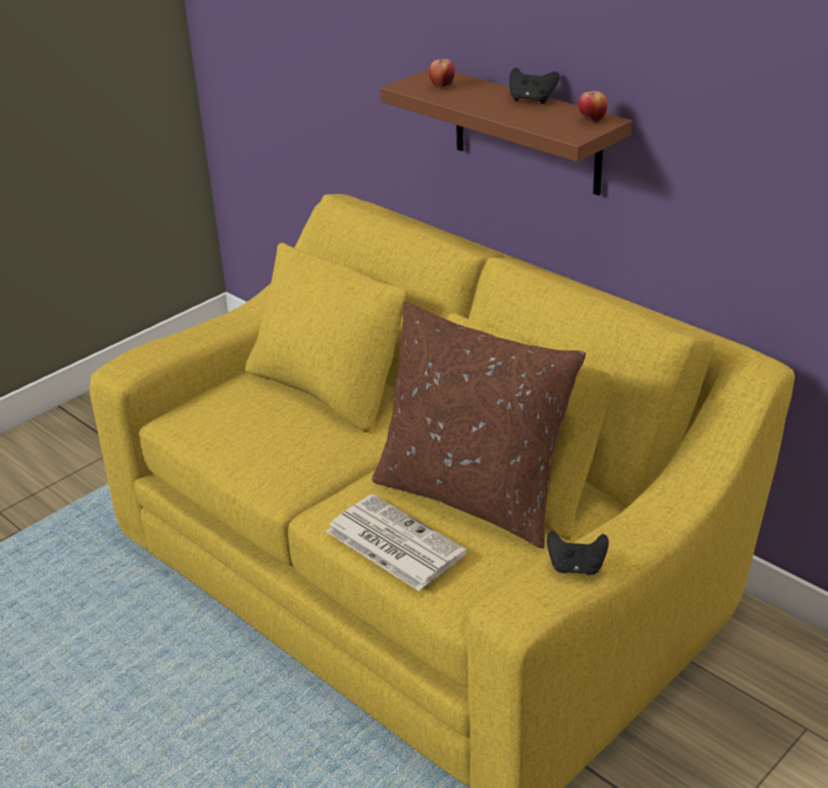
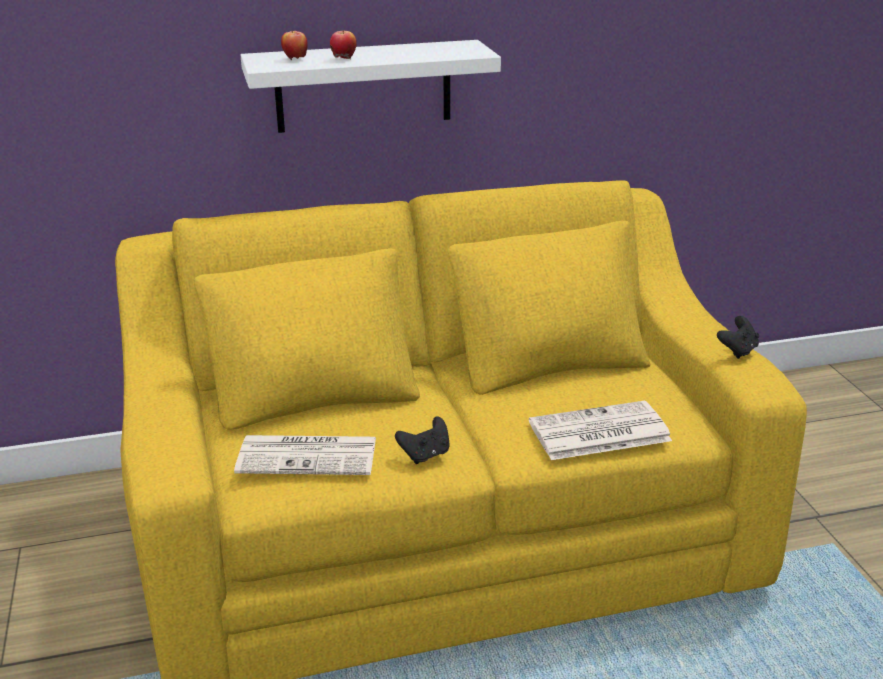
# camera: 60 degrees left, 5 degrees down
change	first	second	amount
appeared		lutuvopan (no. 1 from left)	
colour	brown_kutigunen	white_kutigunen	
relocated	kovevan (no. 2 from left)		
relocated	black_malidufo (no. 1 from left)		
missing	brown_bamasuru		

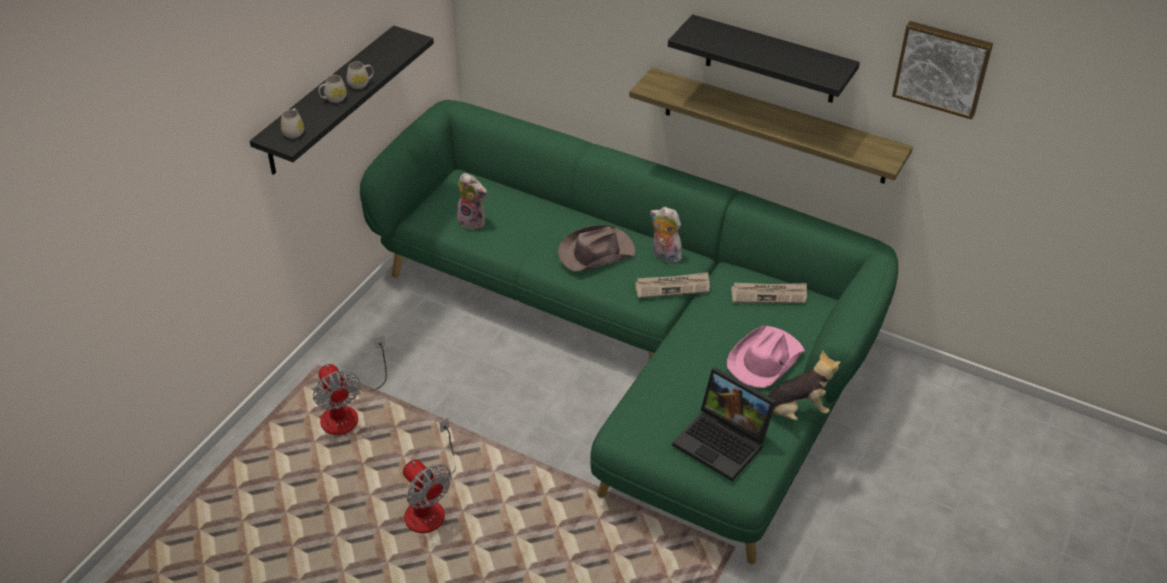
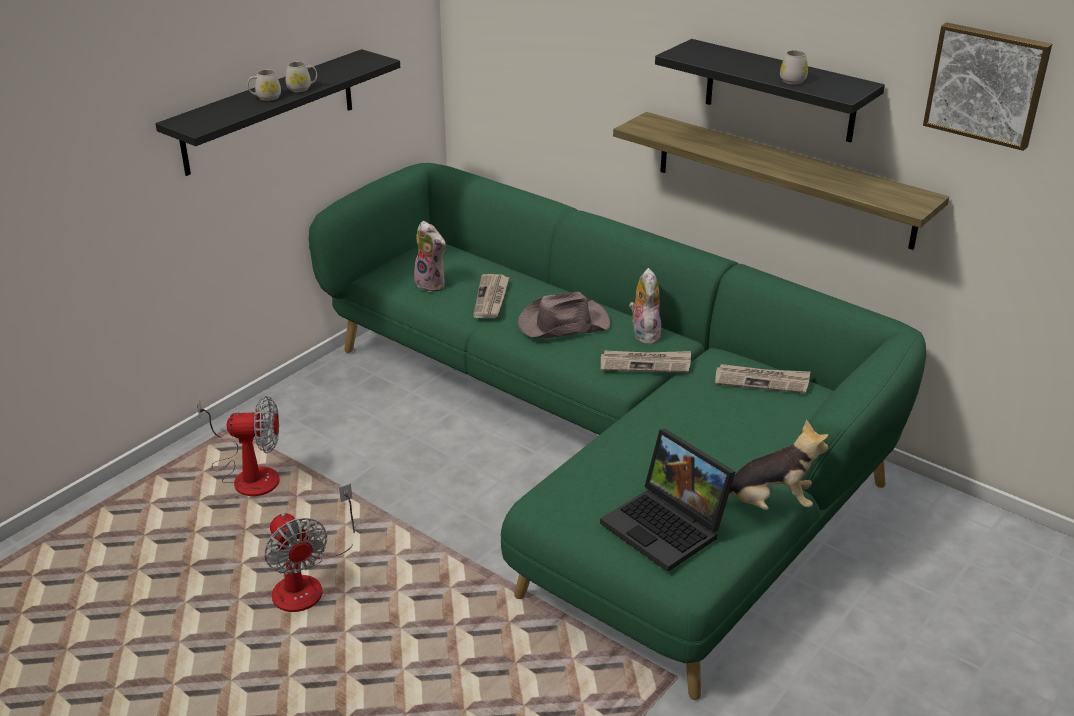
# camera: 10 degrees right, 10 degrees down
change	first	second	amount
spun	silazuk (no. 1 from left)		75 degrees counterclockwise
appeared		lutuvopan (no. 1 from left)	
spun	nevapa (no. 2 from left)		45 degrees clockwise
relocated	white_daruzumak (no. 1 from left in the first image)	white_daruzumak (no. 3 from left)	
missing	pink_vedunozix		

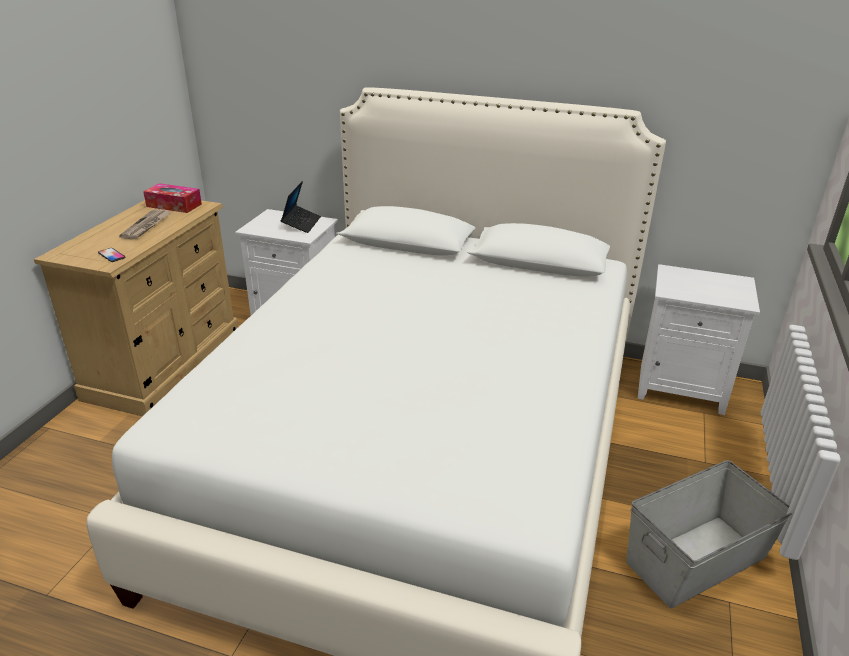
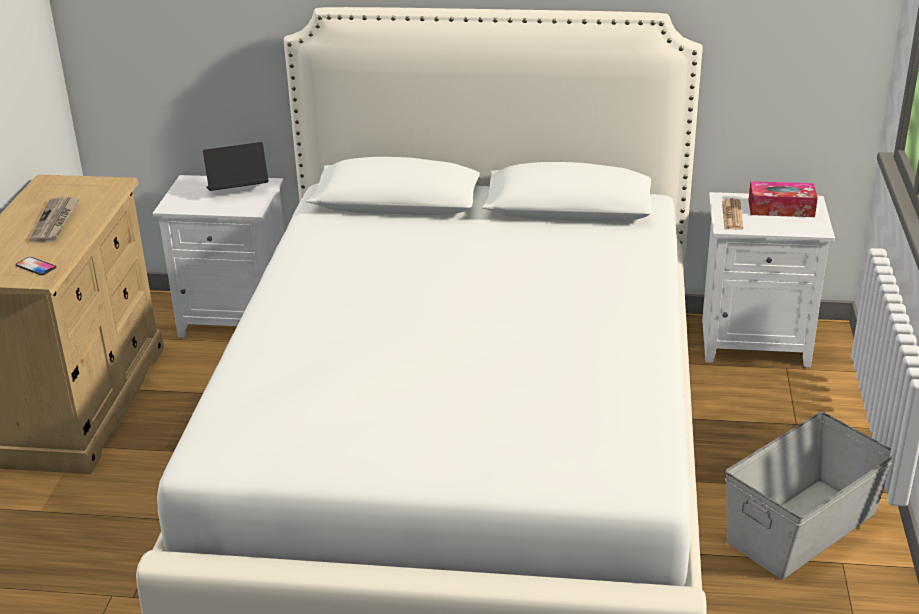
# camera: 10 degrees left, 0 degrees up
change	first	second	amount
spun	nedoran		105 degrees counterclockwise
appeared		lutuvopan (no. 2 from left)	
relocated	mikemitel		

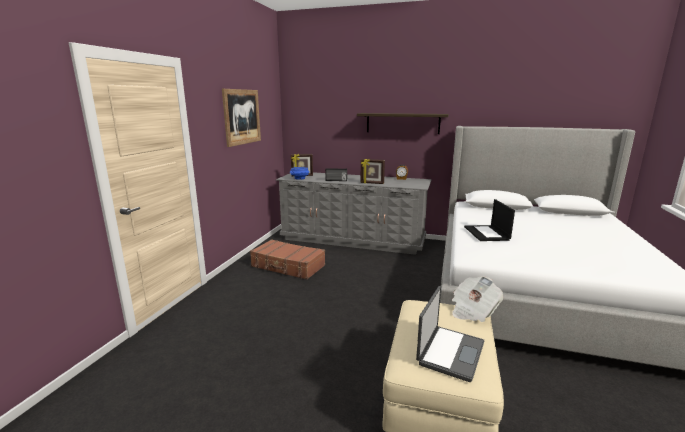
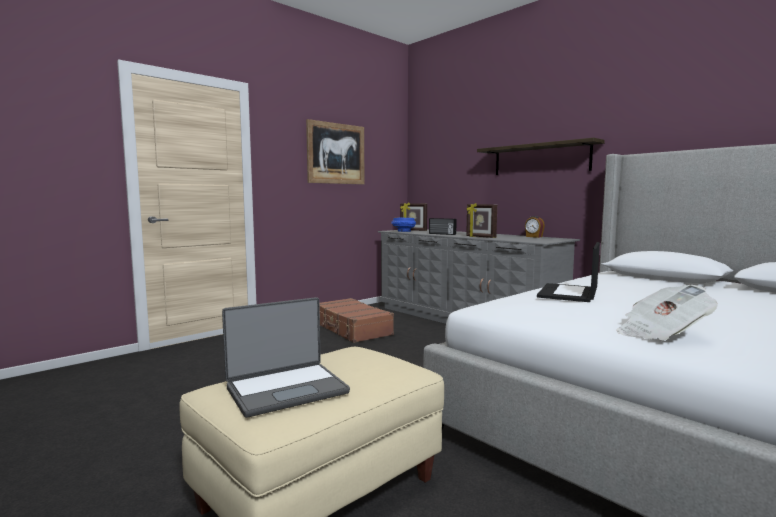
# camera: 30 degrees right, 10 degrees down
change	first	second	amount
relocated	lutuvopan		

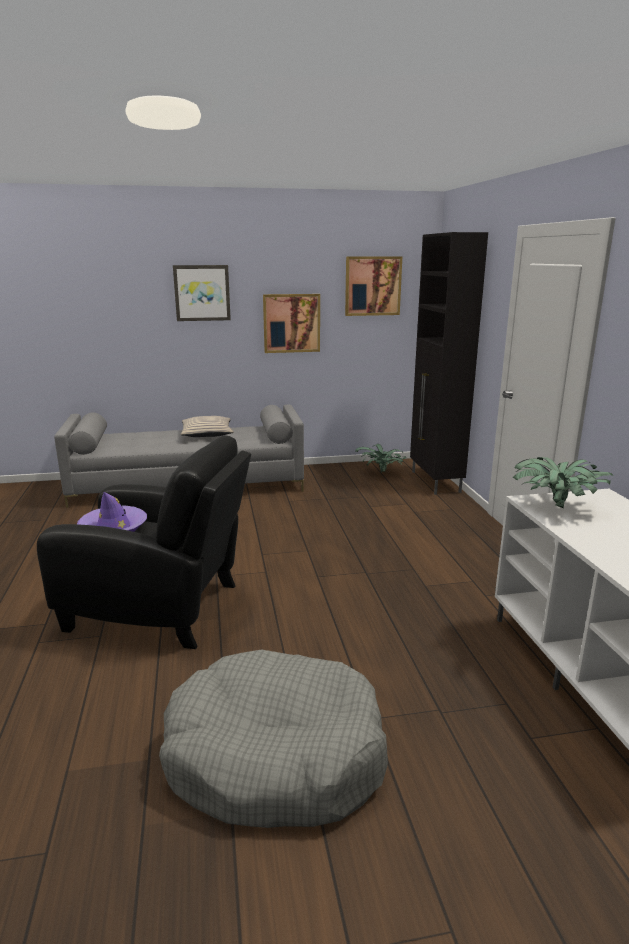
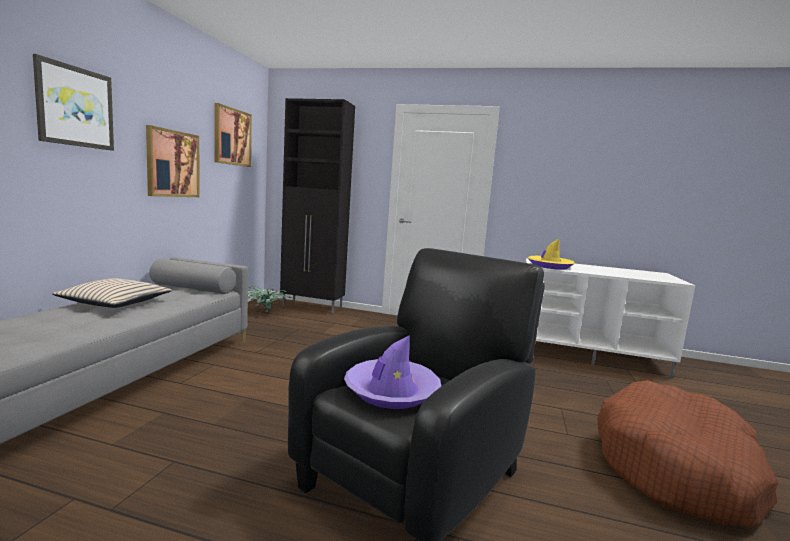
# camera: 65 degrees left, 10 degrees down
change	first	second	amount
exchanged	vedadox (no. 2 from left)	yellow_vedunozix	
colour	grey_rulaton	brown_rulaton	

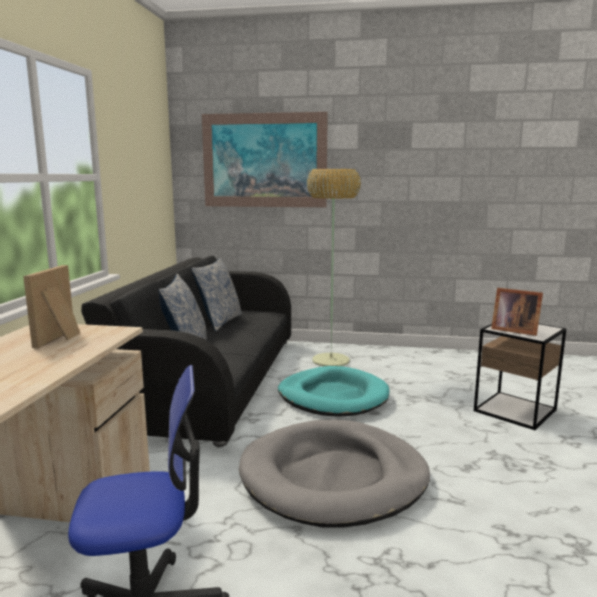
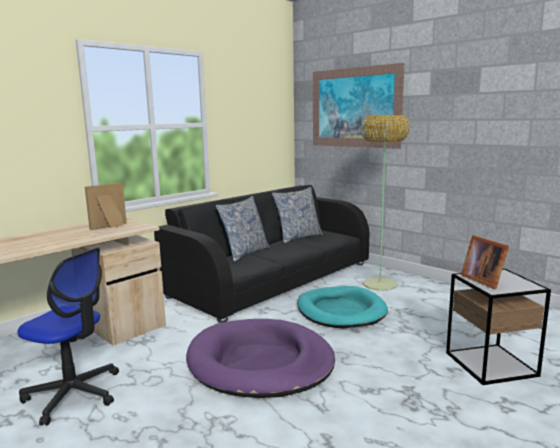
# camera: 35 degrees right, 0 degrees up
change	first	second	amount
colour	grey_rulaton	purple_rulaton	

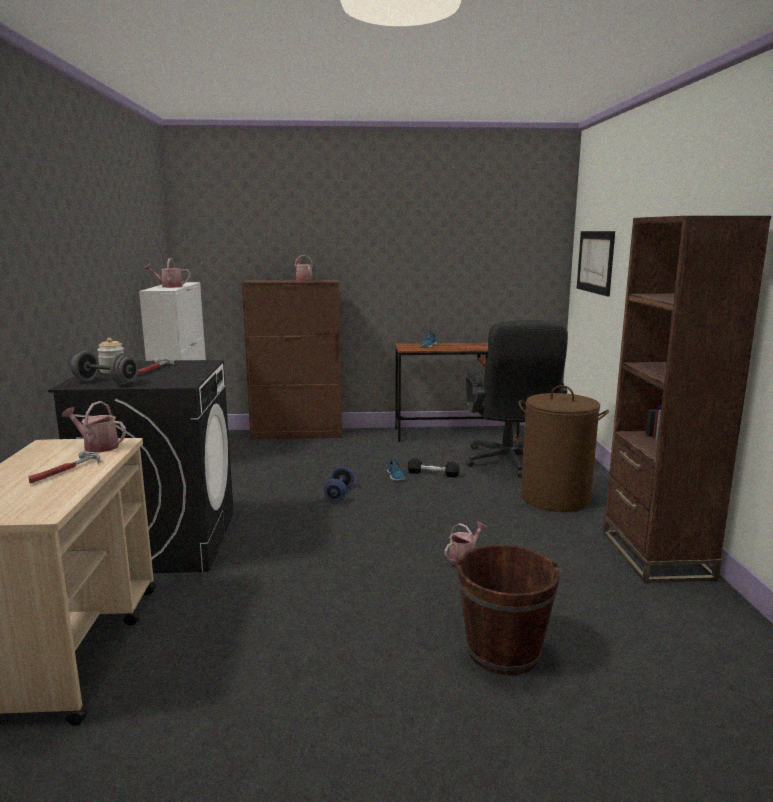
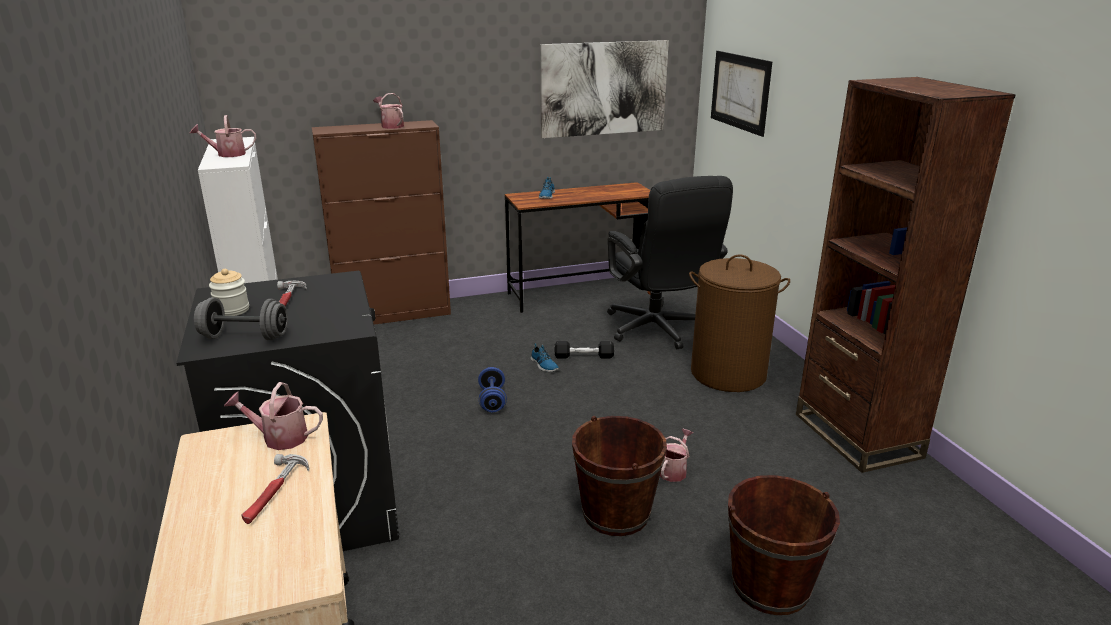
# camera: 15 degrees left, 10 degrees up
change	first	second	amount
appeared		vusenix (no. 1 from left)	
appeared		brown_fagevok (no. 1 from left)	

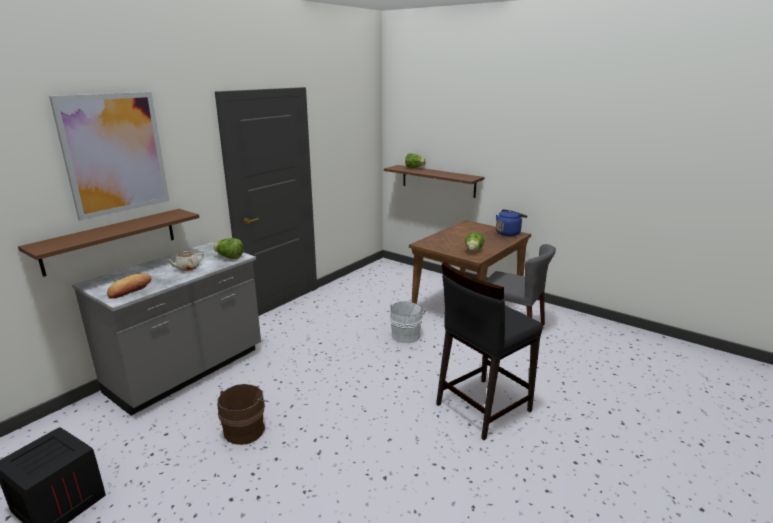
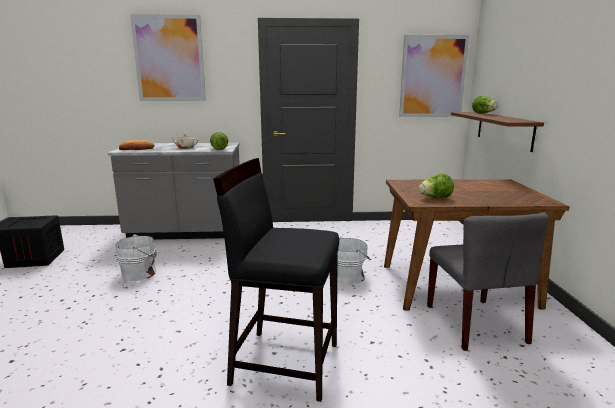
# camera: 50 degrees right, 5 degrees down
change	first	second	amount
colour	brown_fagevok	white_fagevok (no. 1 from left)	
appeared		vusenix (no. 2 from left)	
missing	brown_kutigunen (no. 1 from left)		
missing	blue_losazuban		

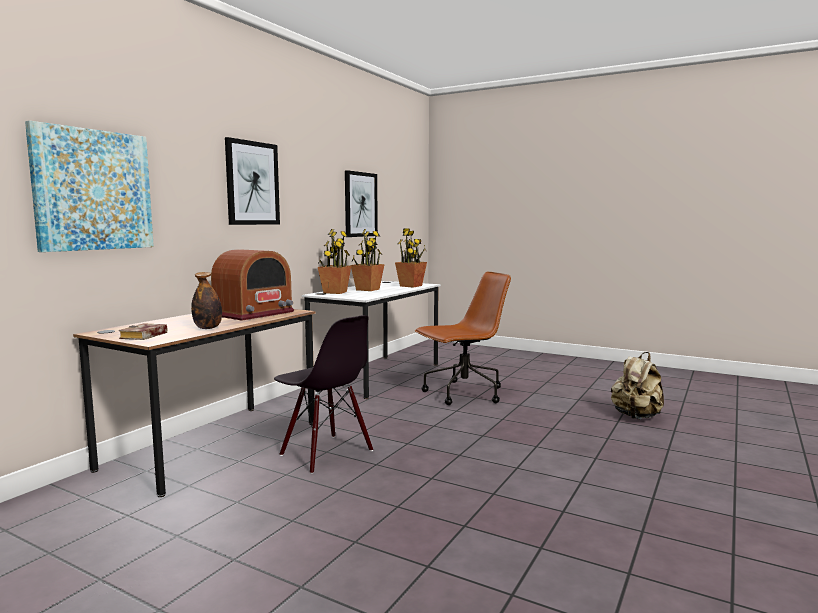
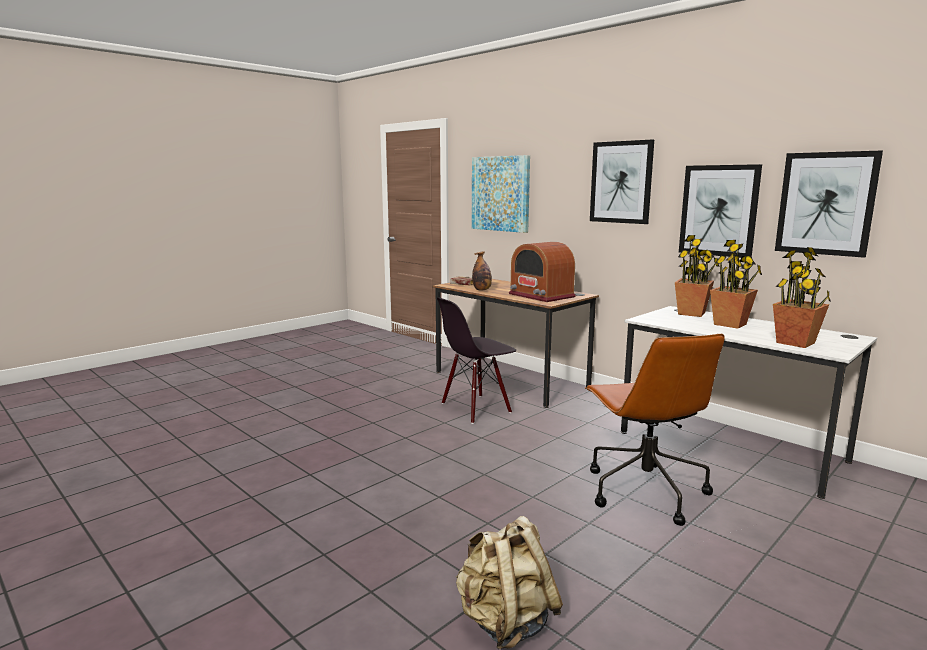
# camera: 105 degrees right, 5 degrees up
change	first	second	amount
appeared		vusenix (no. 3 from left)	

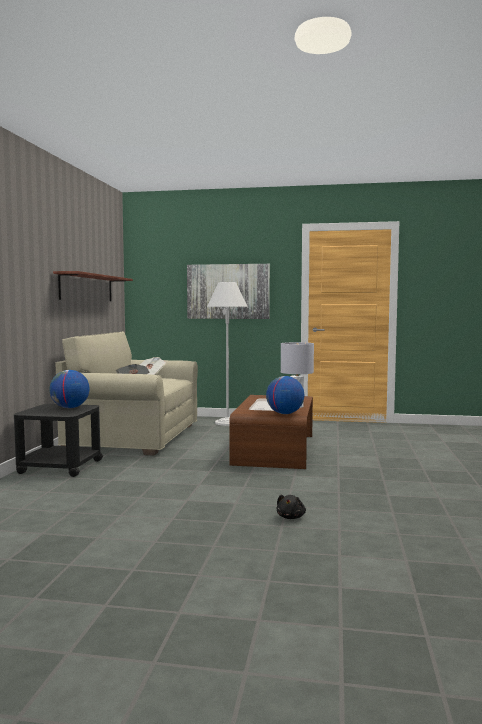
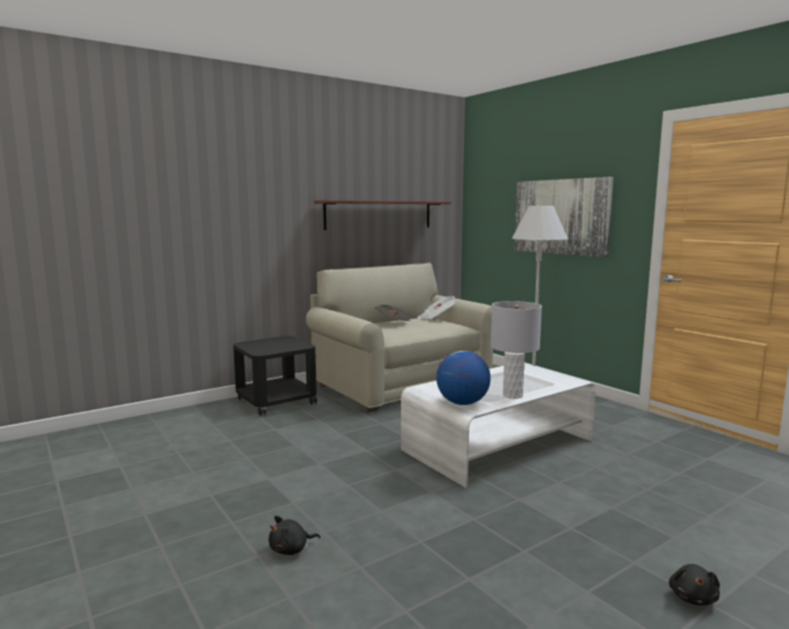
# camera: 45 degrees right, 5 degrees up
change	first	second	amount
colour	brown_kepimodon	white_kepimodon	
appeared		black_nevapa (no. 2 from left)	
missing	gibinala (no. 1 from left)		

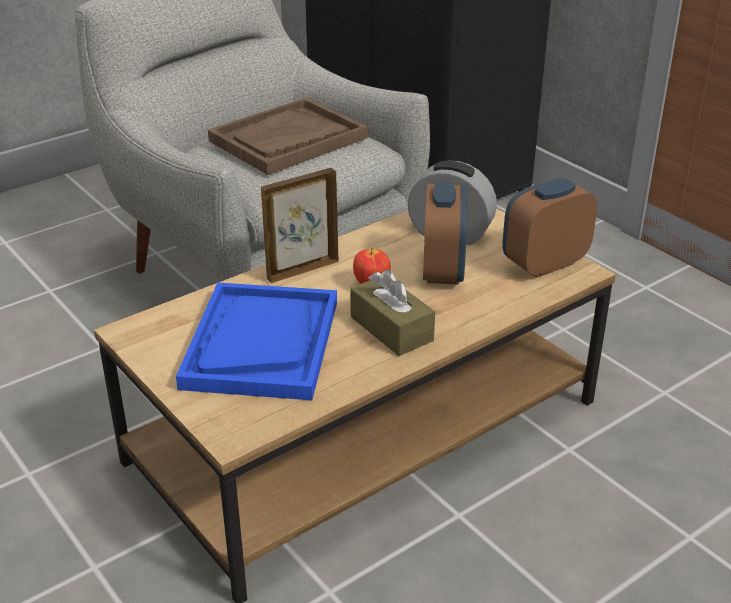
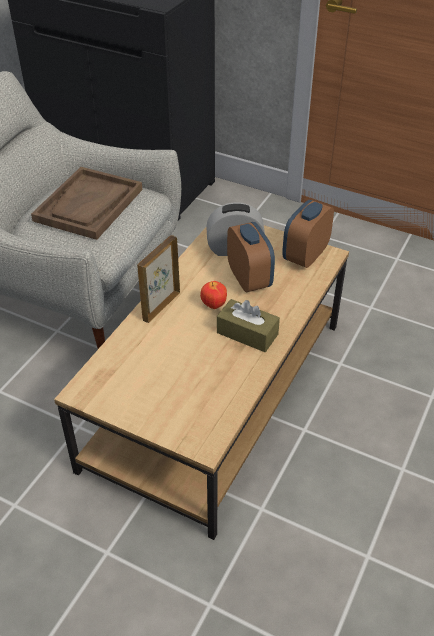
# camera: 25 degrees left, 10 degrees up
change	first	second	amount
missing	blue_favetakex		

